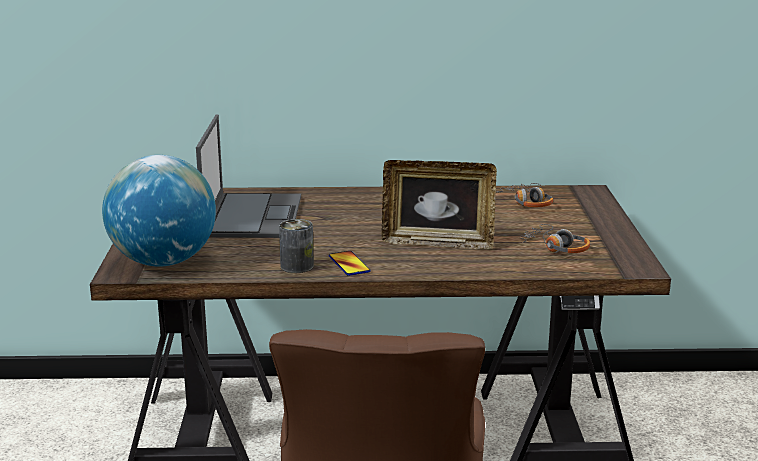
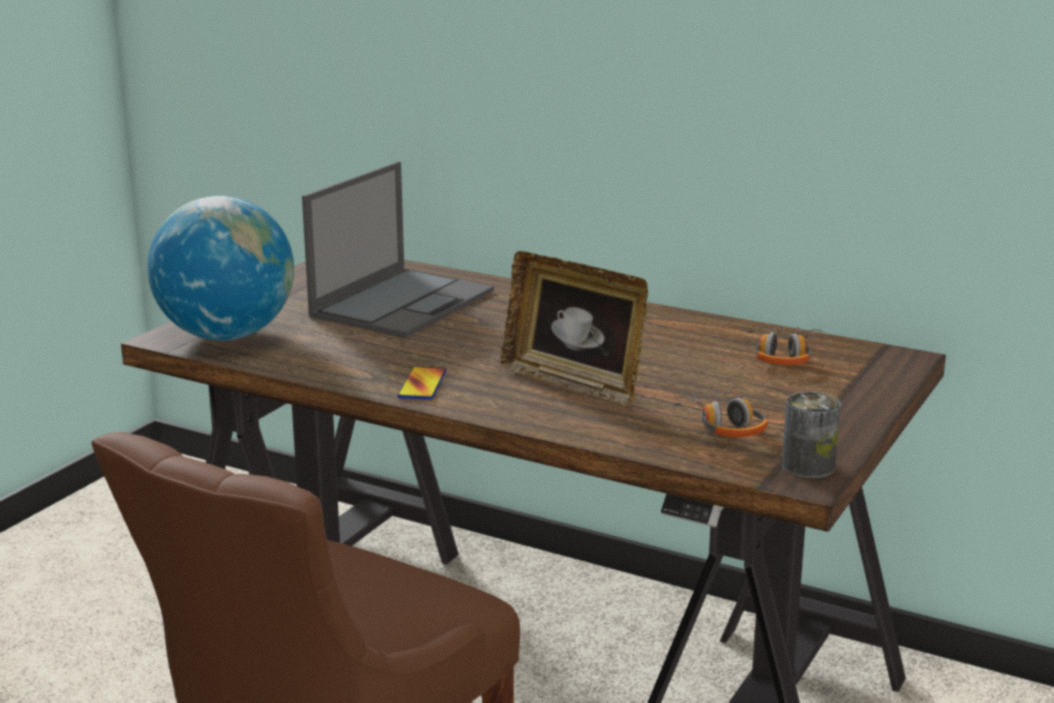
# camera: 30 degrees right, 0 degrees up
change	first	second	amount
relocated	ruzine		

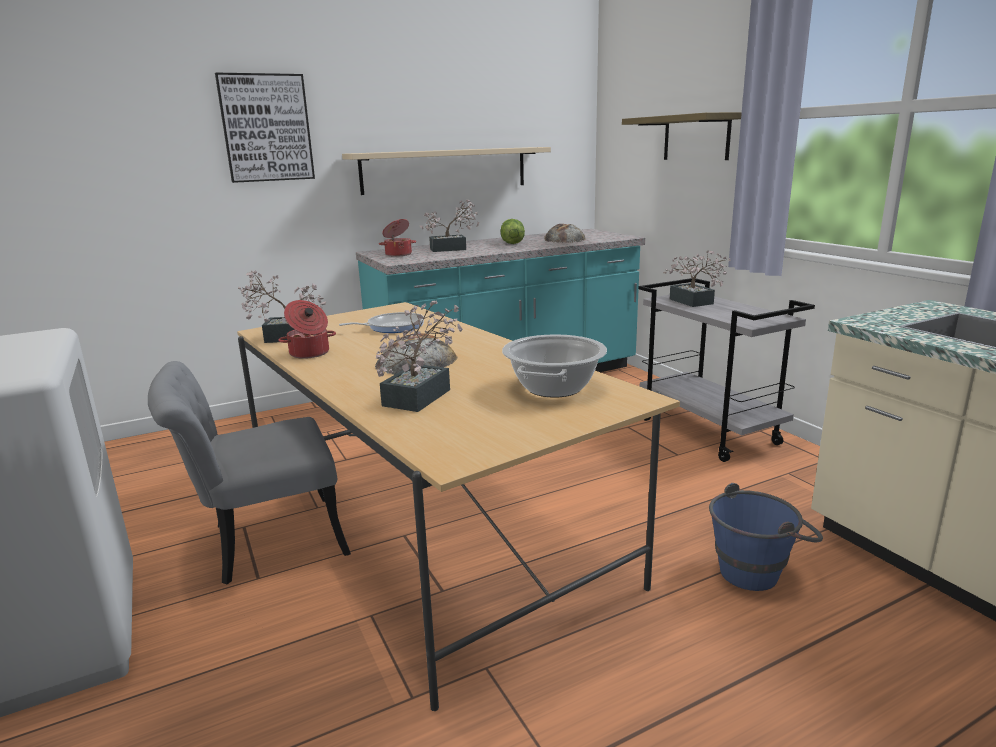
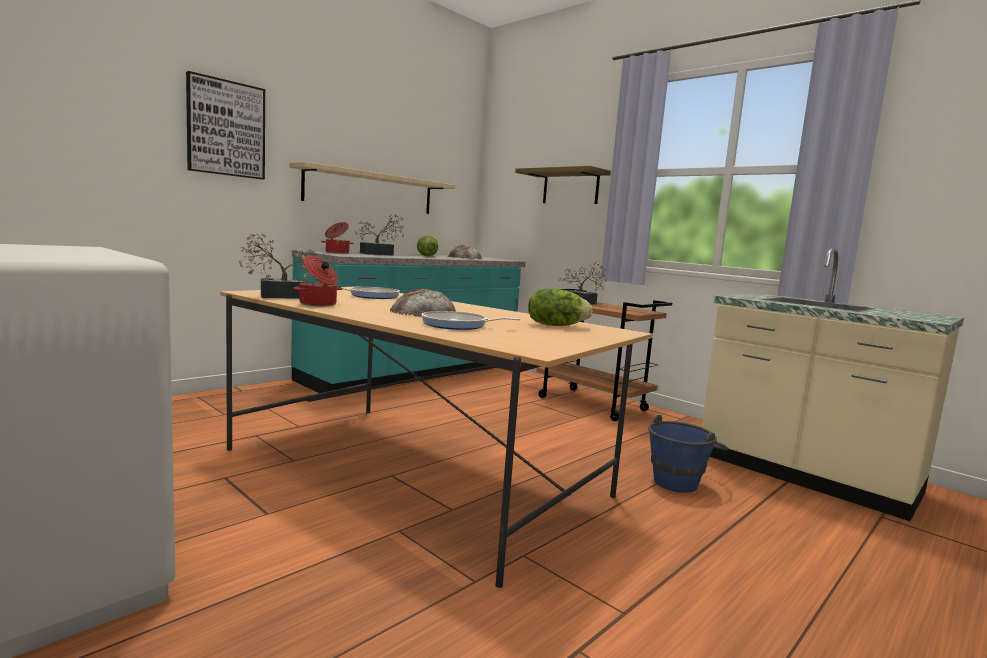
# camera: 20 degrees left, 10 degrees down
change	first	second	amount
exchanged	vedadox (no. 2 from left)	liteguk (no. 2 from left)	
exchanged	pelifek (no. 3 from left)	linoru (no. 2 from left)	
colour	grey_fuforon	brown_fuforon	
missing	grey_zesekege		

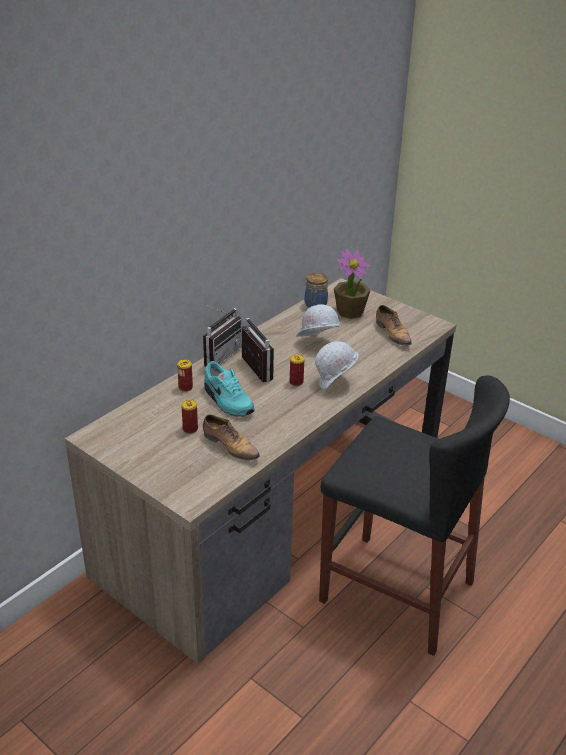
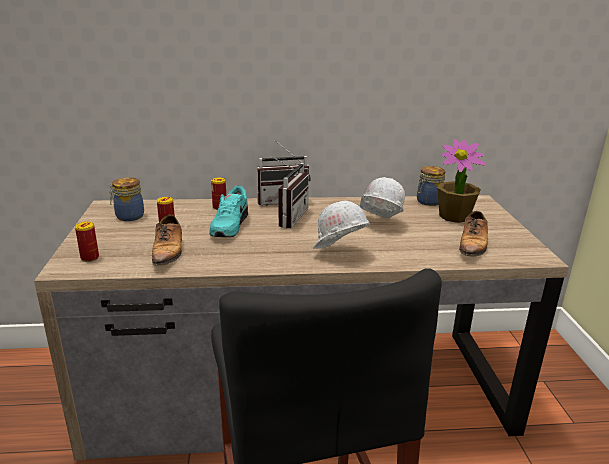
# camera: 45 degrees right, 10 degrees down
change	first	second	amount
relocated	ruzine (no. 3 from left in the first image)	ruzine (no. 1 from left)	
appeared		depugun (no. 1 from left)	

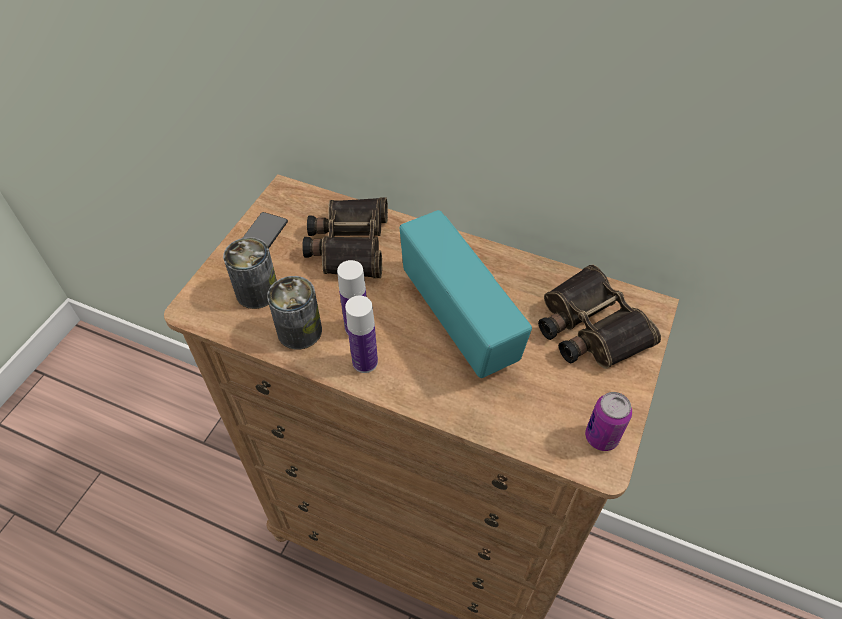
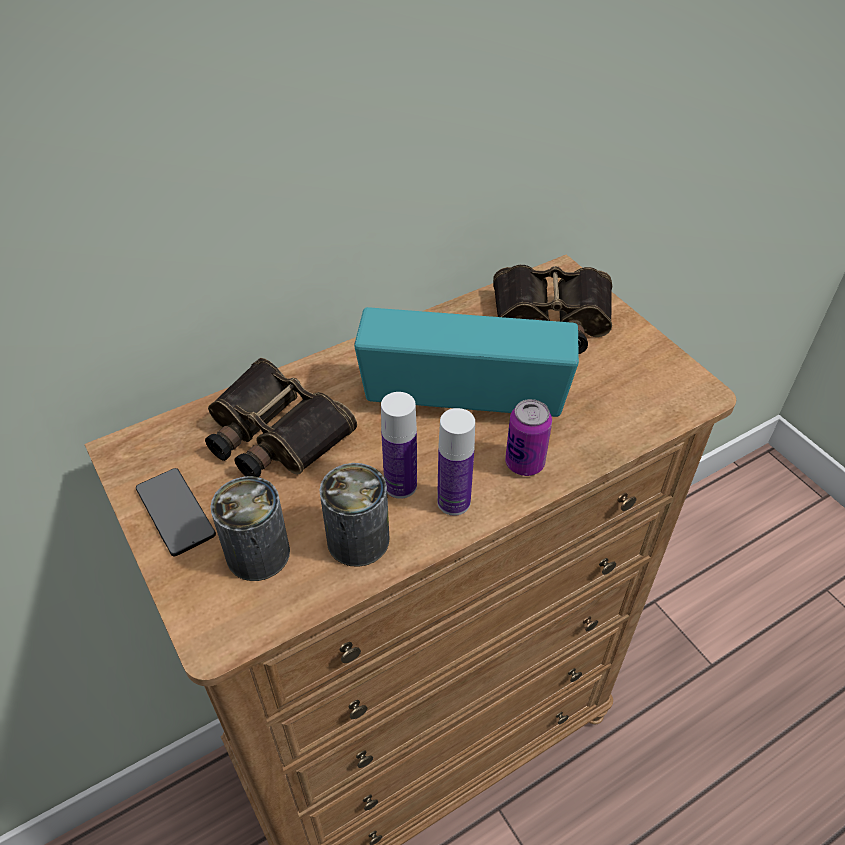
# camera: 55 degrees left, 5 degrees down
change	first	second	amount
relocated	ruzine (no. 3 from left)		

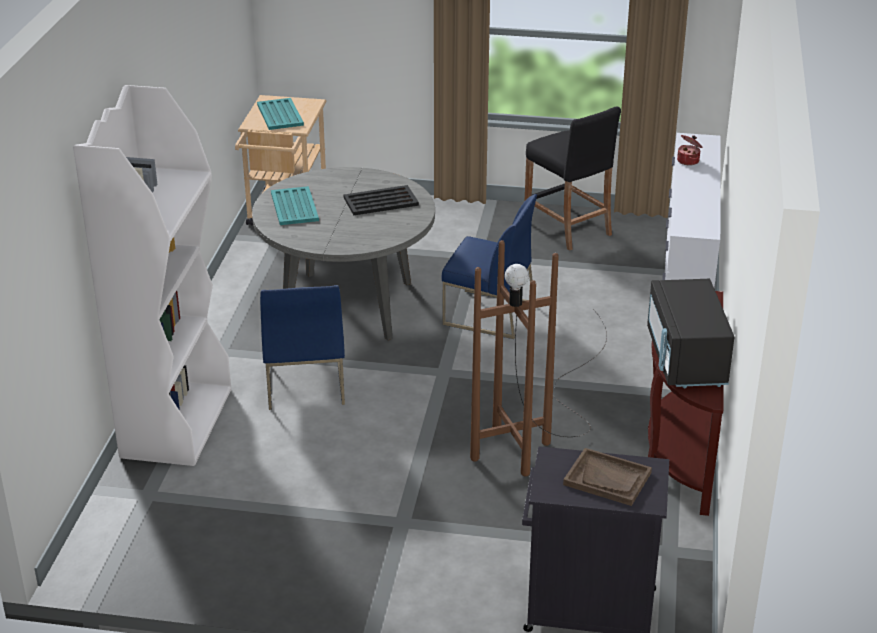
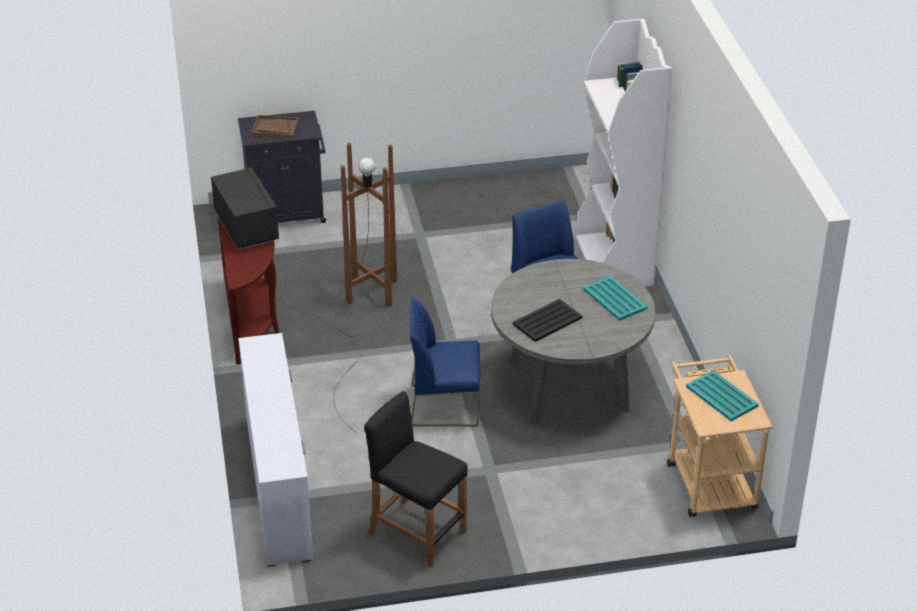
# camera: 160 degrees right, 5 degrees up
change	first	second	amount
missing	pelifek		

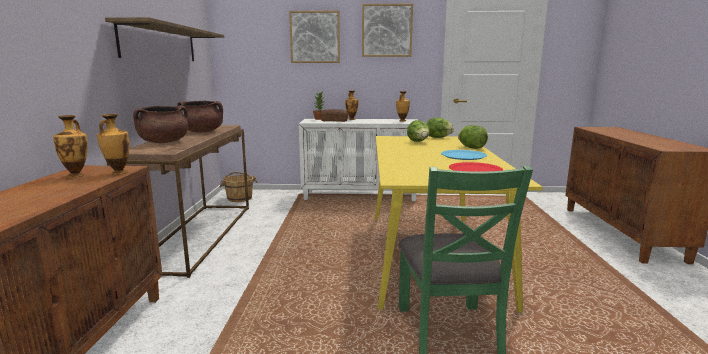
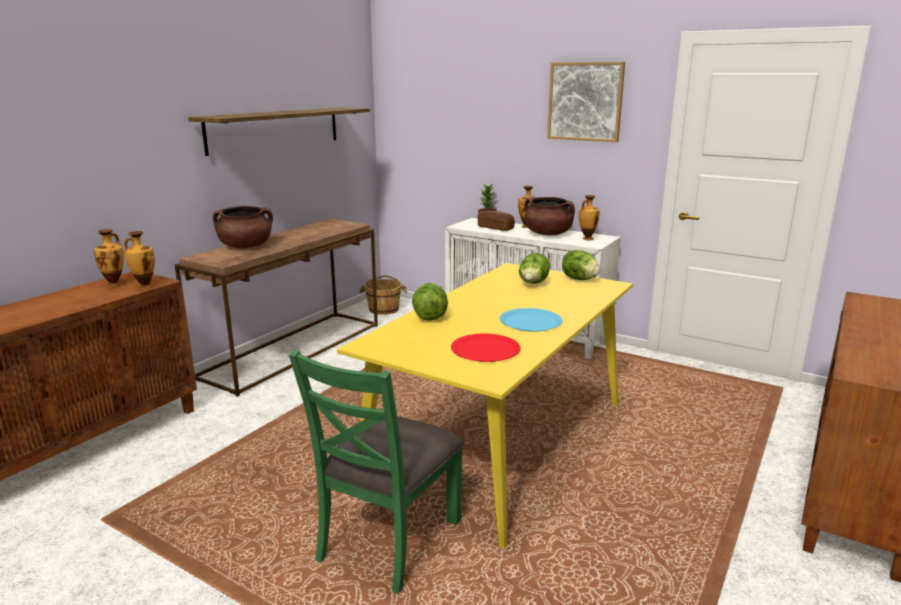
# camera: 30 degrees right, 5 degrees up
change	first	second	amount
relocated	linoru (no. 3 from left in the first image)	linoru (no. 1 from left)	
relocated	brown_pelifek (no. 2 from left)		
missing	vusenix (no. 1 from left)		

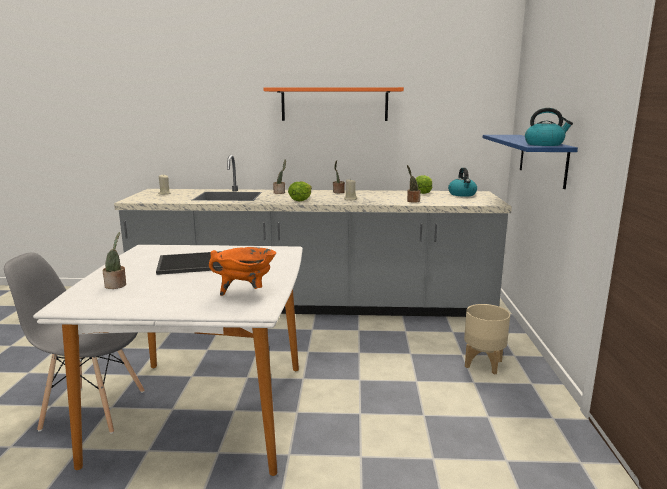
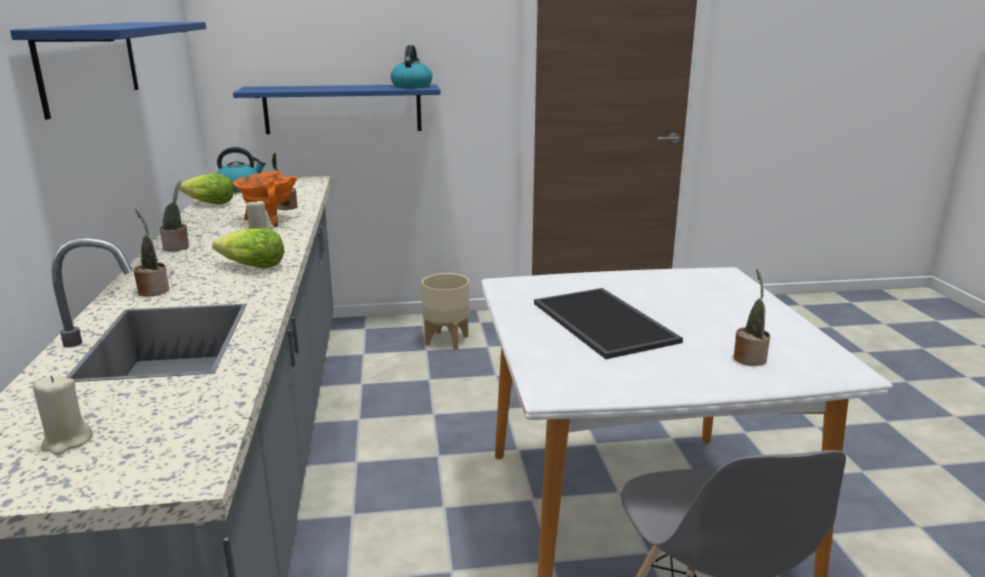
# camera: 100 degrees left, 5 degrees up
change	first	second	amount
colour	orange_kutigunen	blue_kutigunen (no. 1 from left)	
relocated	orange_pelifek		

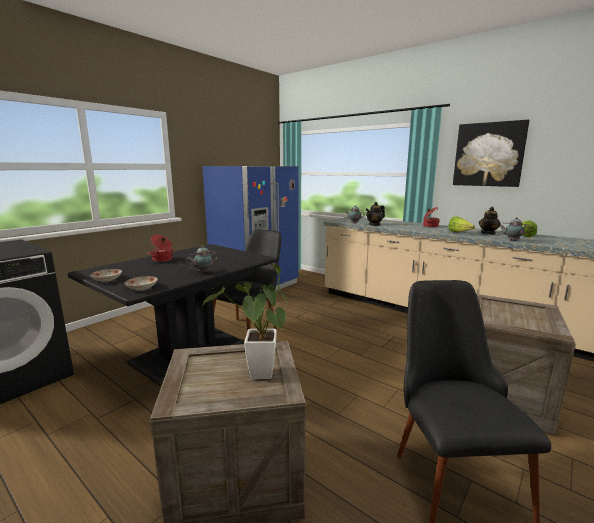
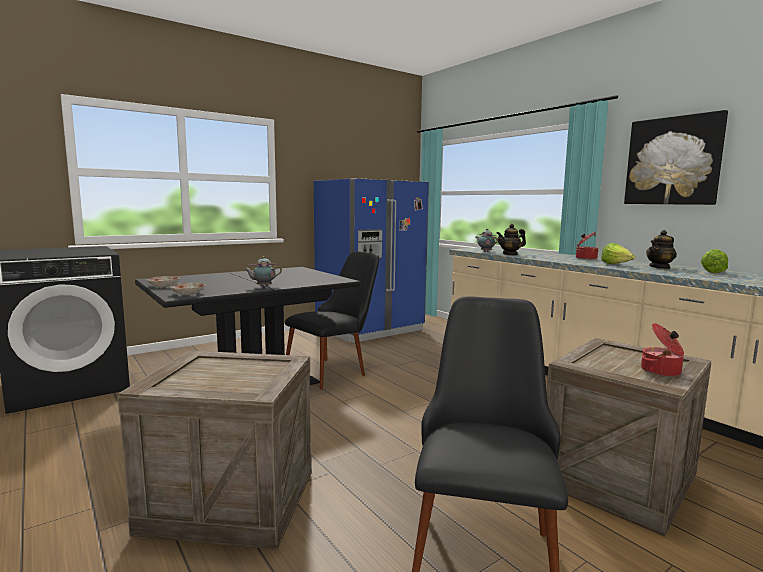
# camera: 15 degrees right, 5 degrees down
change	first	second	amount
relocated	pelifek (no. 1 from left in the first image)	pelifek (no. 2 from left)	
missing	vedadox		
missing	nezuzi (no. 5 from left)		

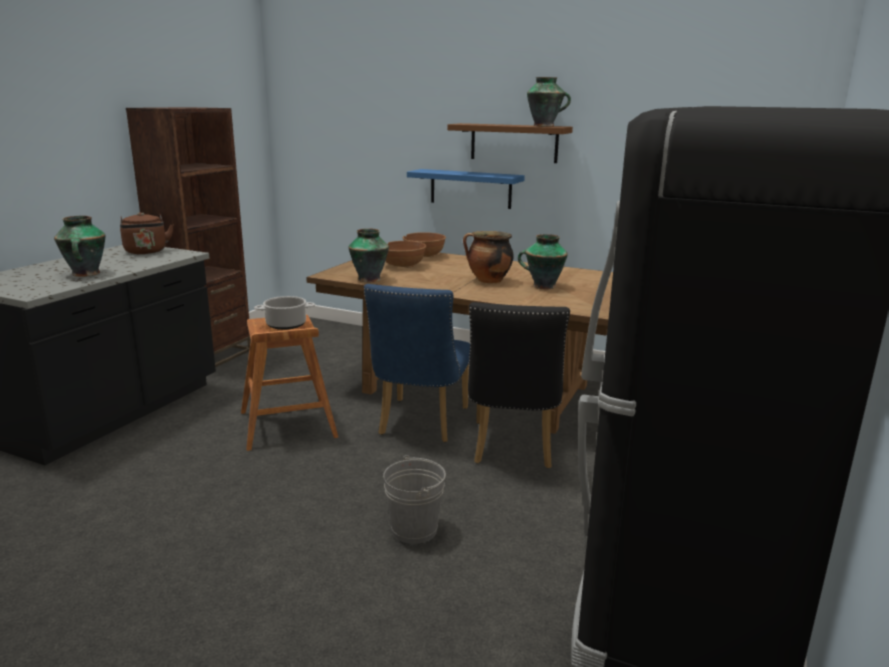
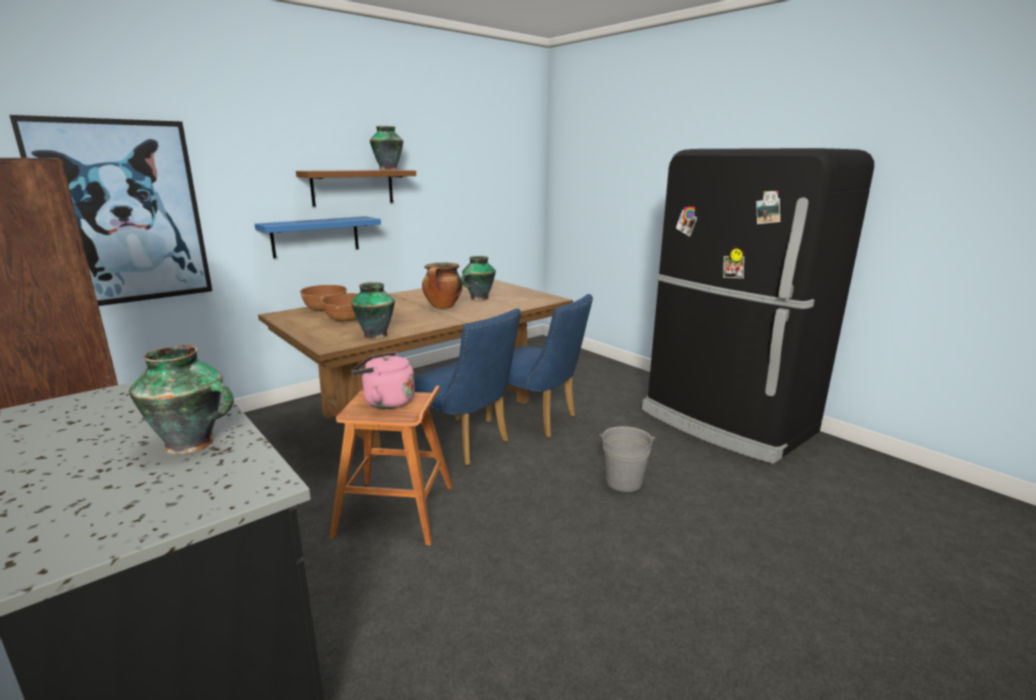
# camera: 65 degrees left, 0 degrees up
change	first	second	amount
appeared		vusenix	
exchanged	pelifek (no. 1 from left)	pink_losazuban	
colour	black_zesekege	blue_zesekege (no. 2 from left)	
missing	brown_losazuban		

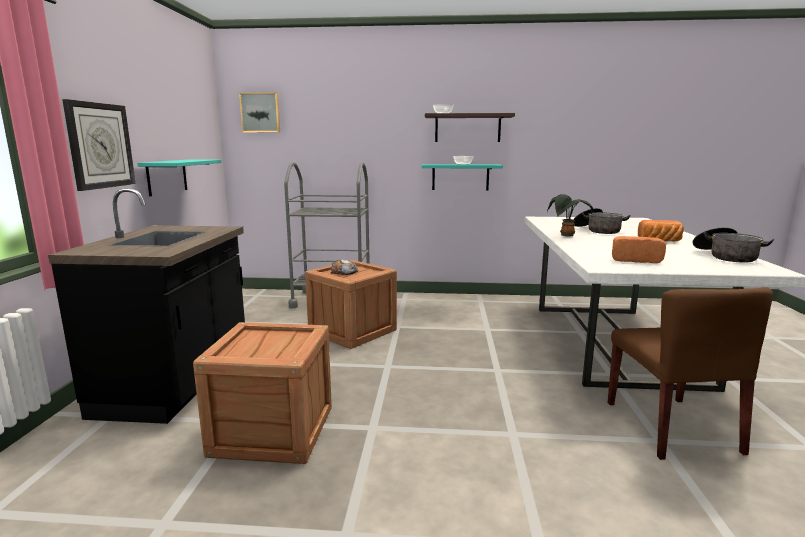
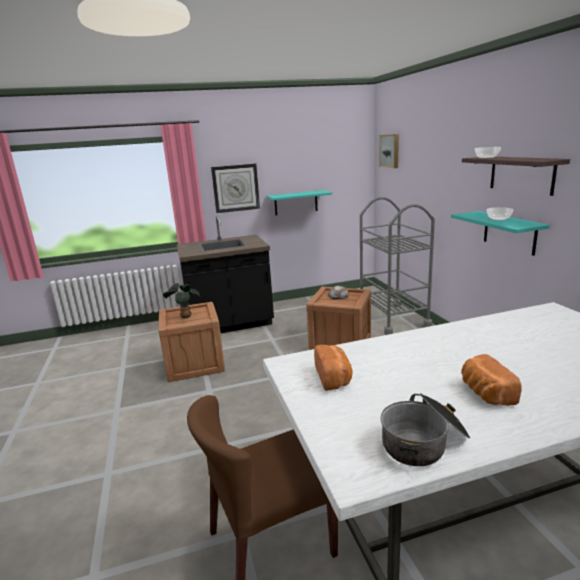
# camera: 70 degrees right, 5 degrees up
change	first	second	amount
relocated	vedadox		
missing	pelifek (no. 1 from left)		

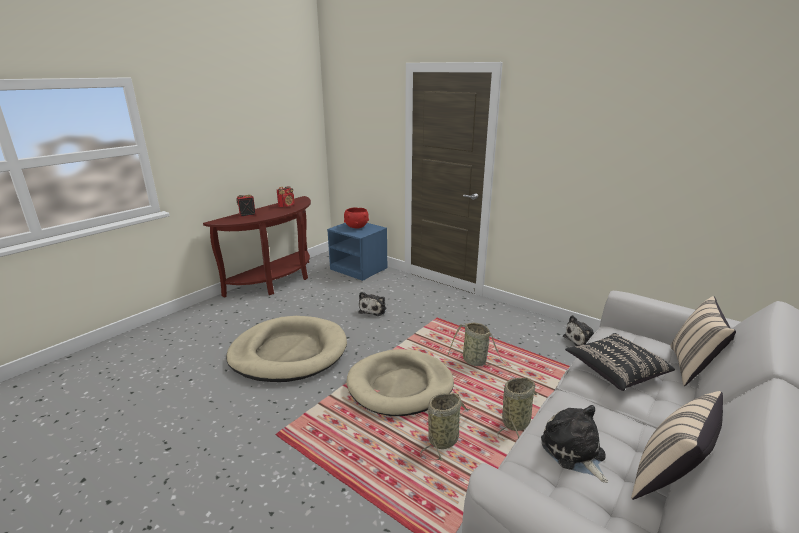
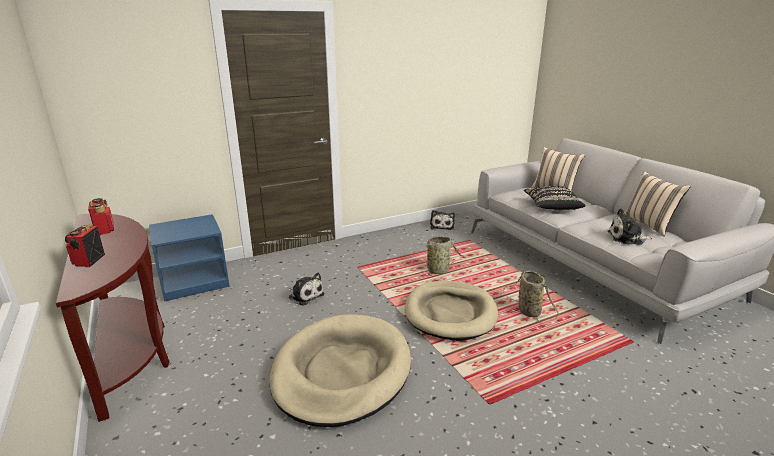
# camera: 65 degrees left, 0 degrees up
change	first	second	amount
missing	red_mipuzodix		
missing	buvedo (no. 3 from left)		

